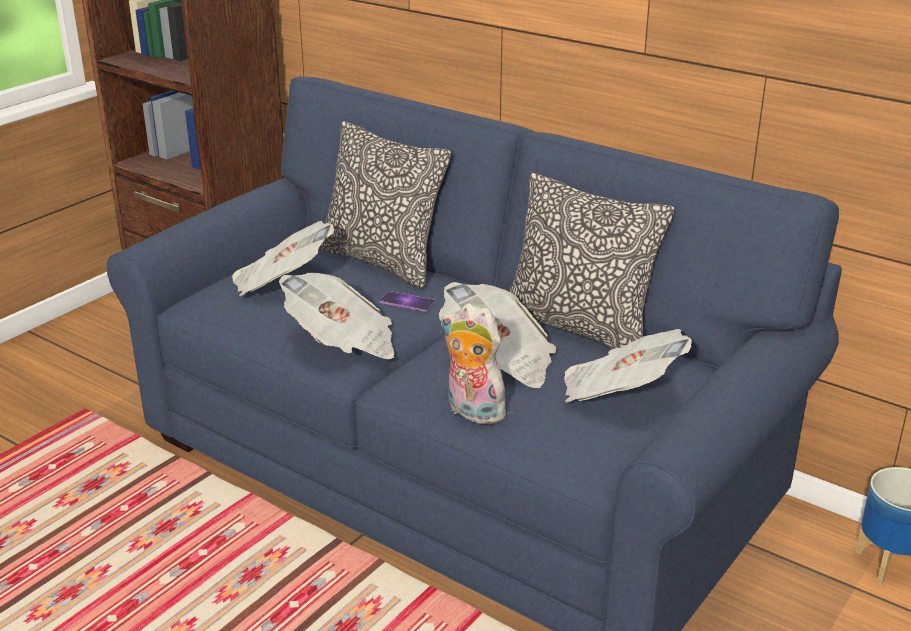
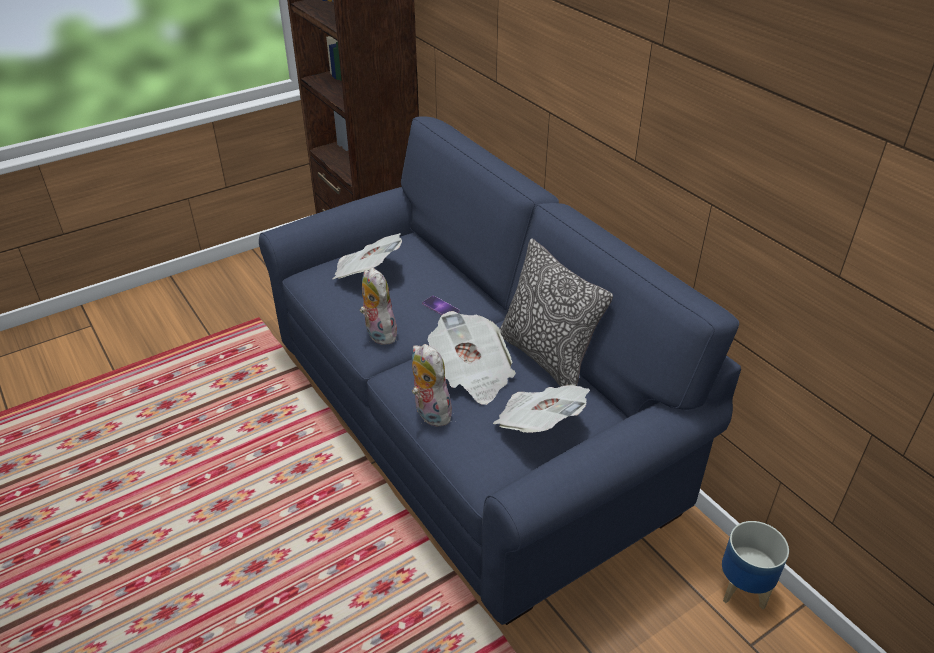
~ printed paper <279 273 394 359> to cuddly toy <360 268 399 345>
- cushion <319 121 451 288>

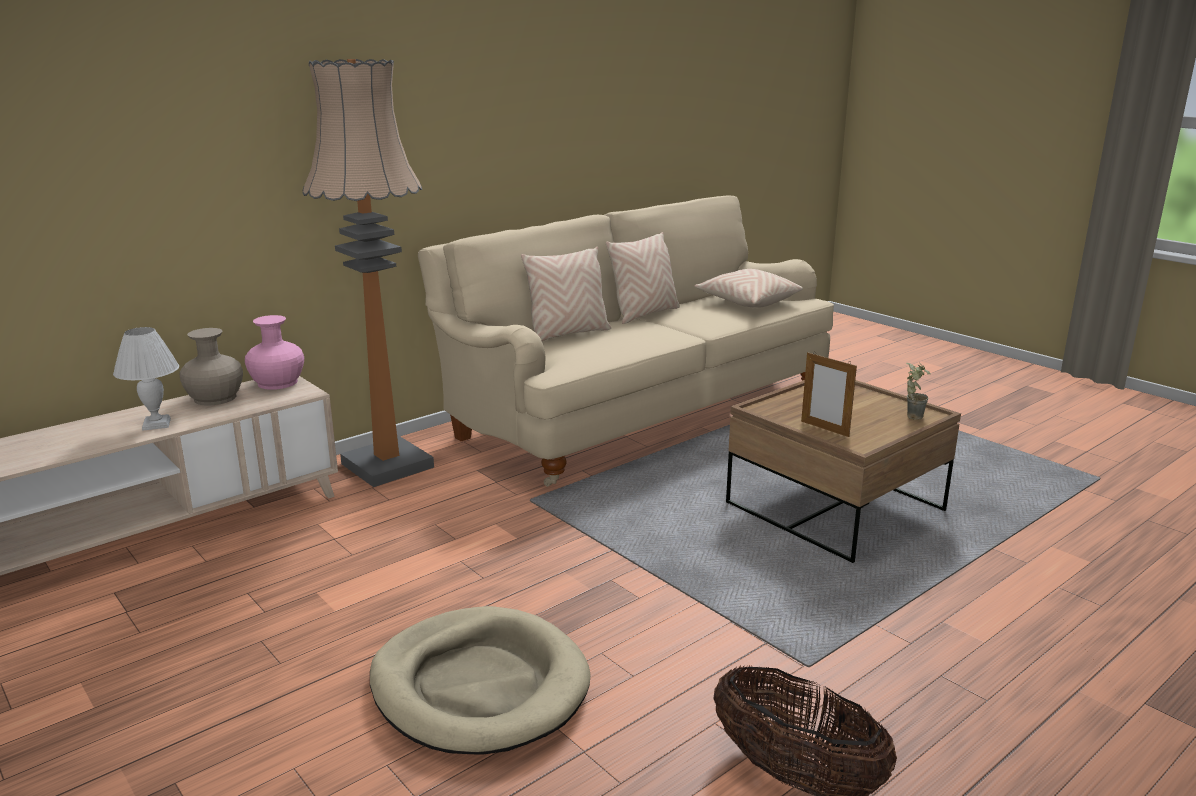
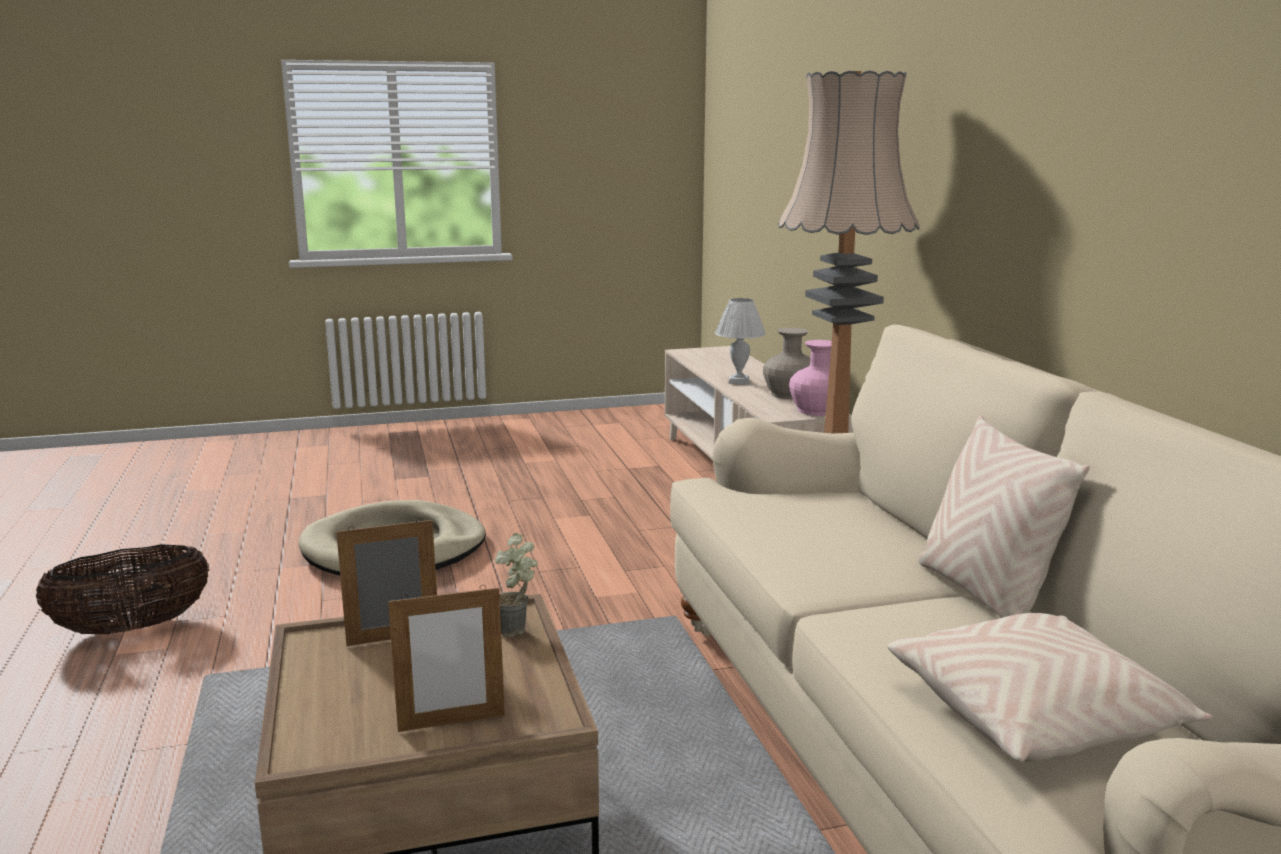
- cushion/beige <521 247 611 341>
~ houseplant <906 363 931 420> to <495 533 538 637>
+ standing frame <388 585 505 732>

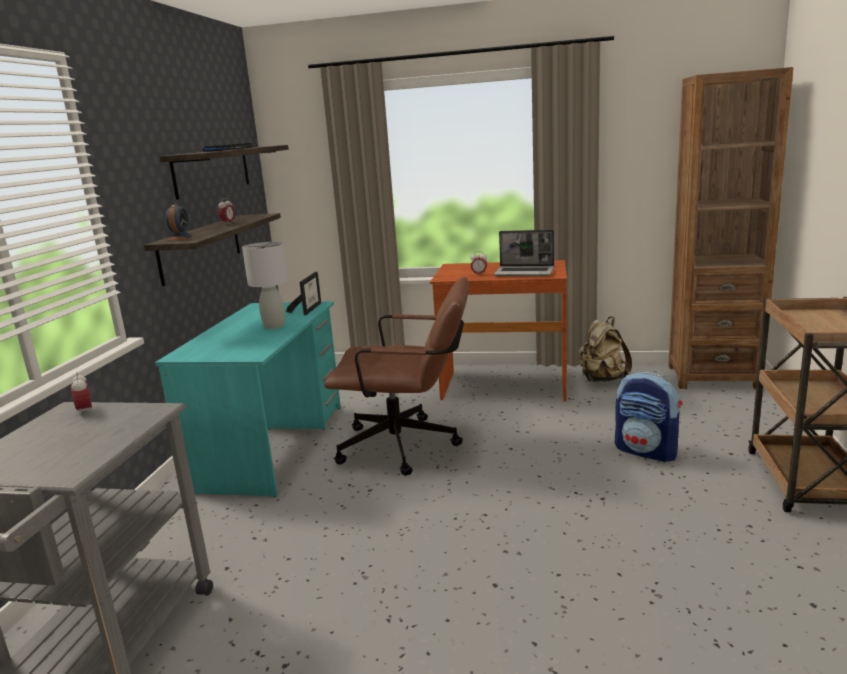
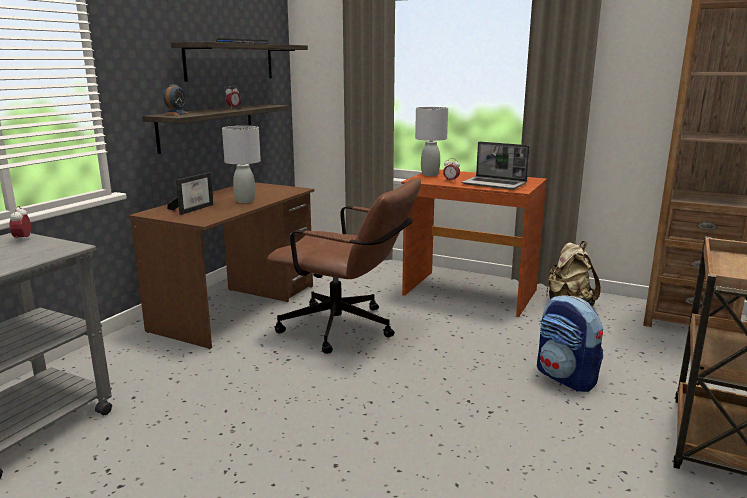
~ desk table/turquoise-coloured <155 301 341 497> to desk table/brownish <128 182 314 349>
~ standing frame <286 272 321 315> to <167 172 214 215>
+ table lamp/greyish <415 107 448 176>

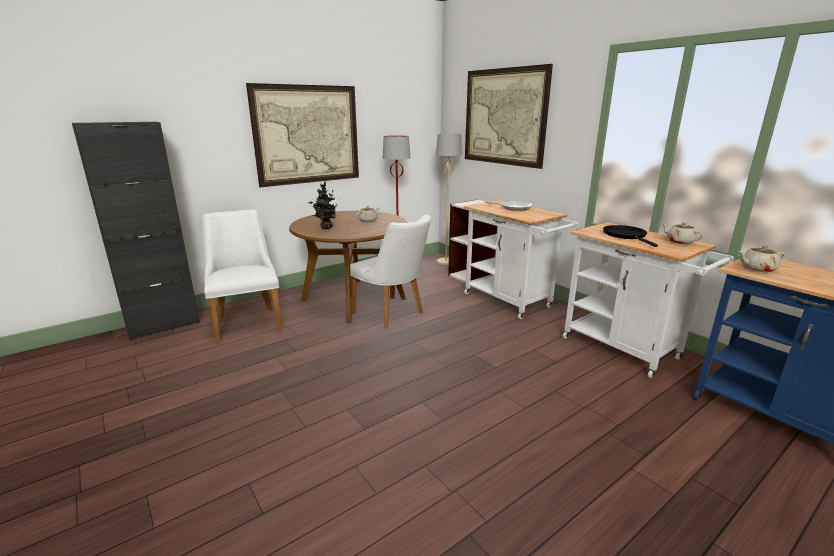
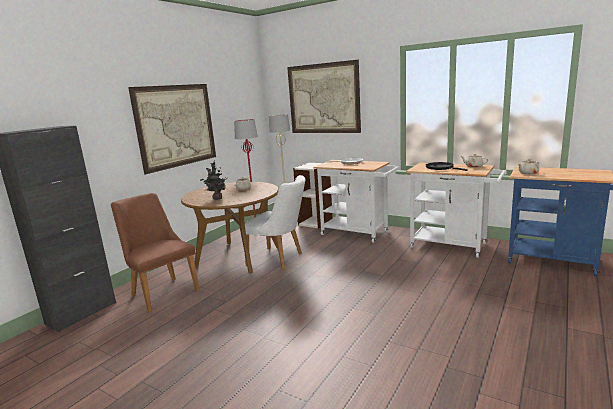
~ plain chair/whitish <202 210 282 342> to plain chair/brownish <111 193 200 312>

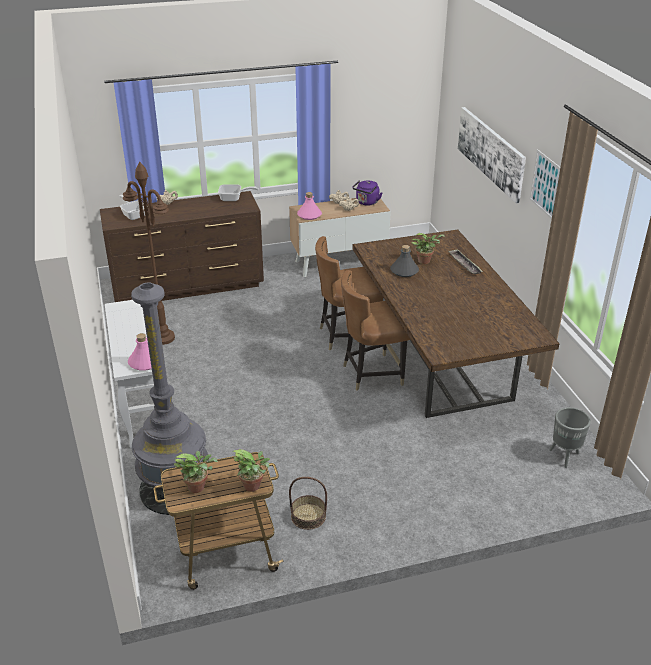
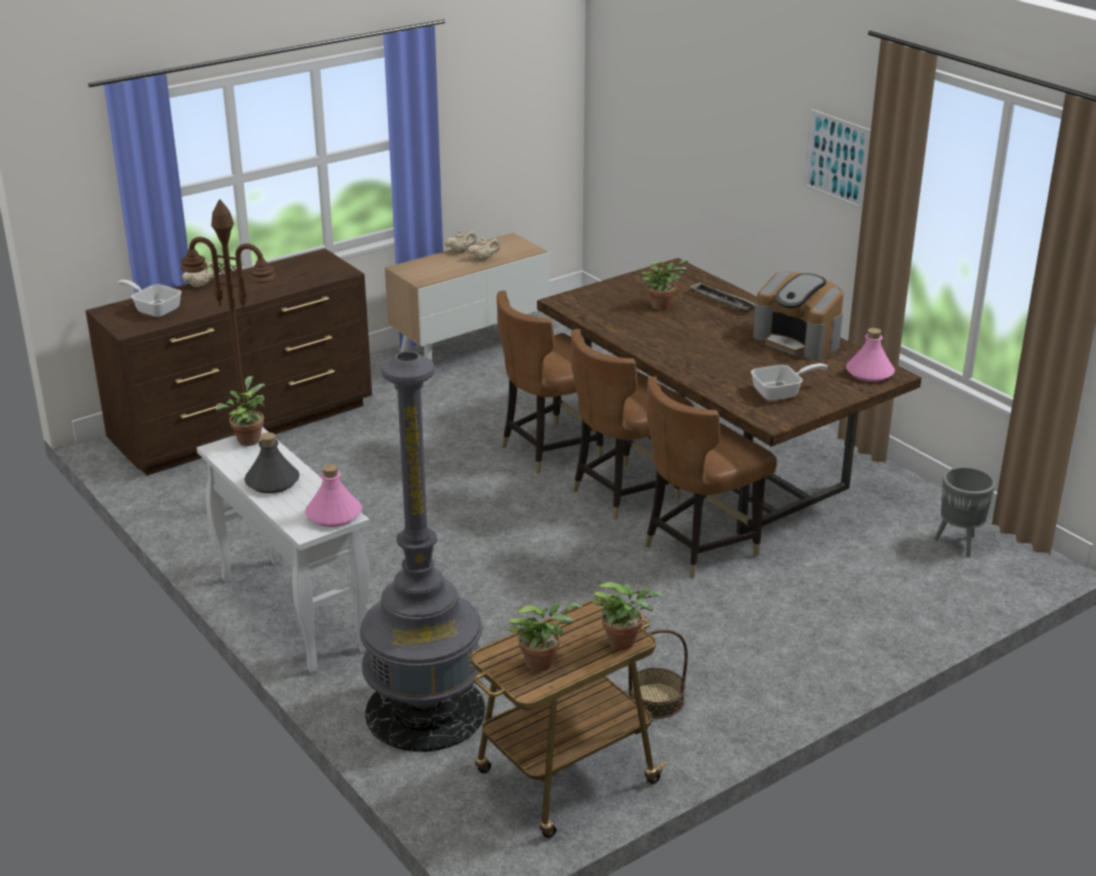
~ pan <218 184 259 201> to <751 363 828 401>
~ beverage bottle/pinkish <297 192 322 220> to <846 328 895 382>
- kettle/purplish <352 180 382 205>
~ beverage bottle/greyish <390 245 419 277> to <244 432 300 493>
- picture <458 107 526 203>
+ houseplant <216 376 265 446>
+ plain chair/brownish <645 376 777 579>
+ coffee brewer <753 272 844 360>

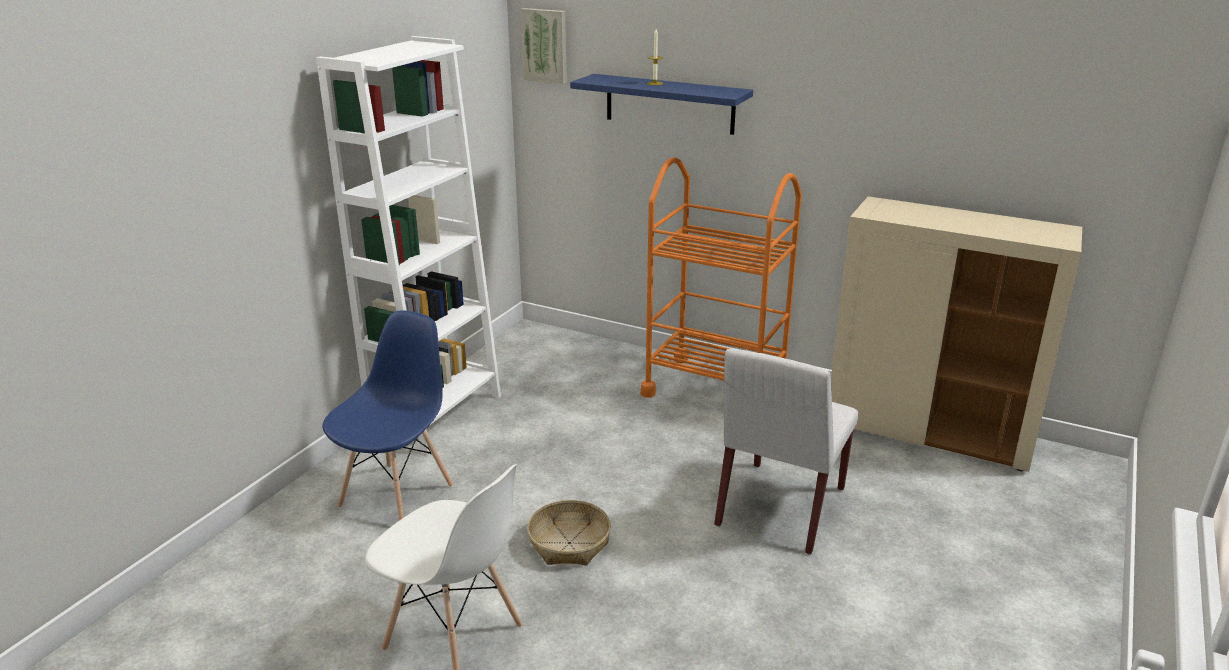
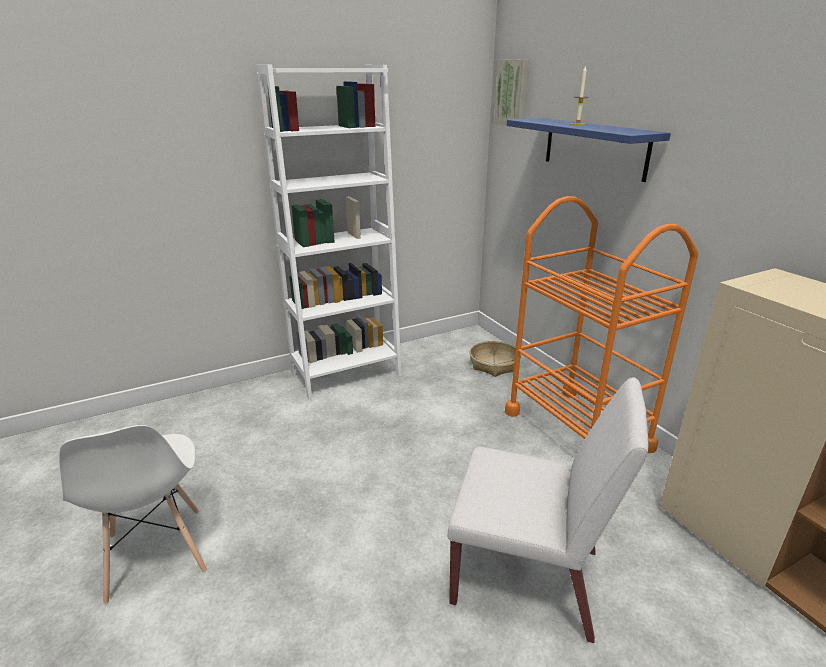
- plain chair/blue-coloured <322 310 454 520>
~ household basket <527 500 611 565> to <470 341 521 377>
~ plain chair/whitish <714 348 858 554> = <447 378 649 643> 135 degrees counterclockwise

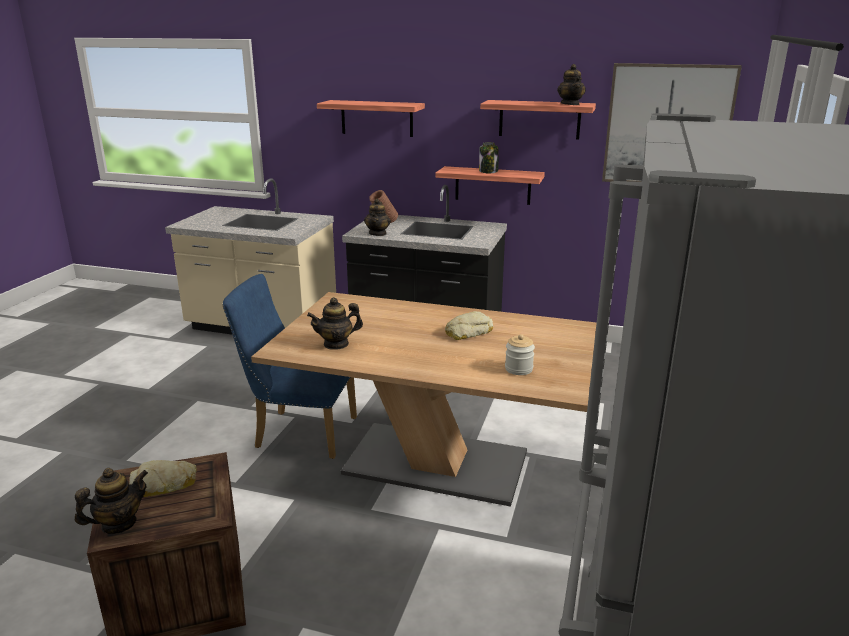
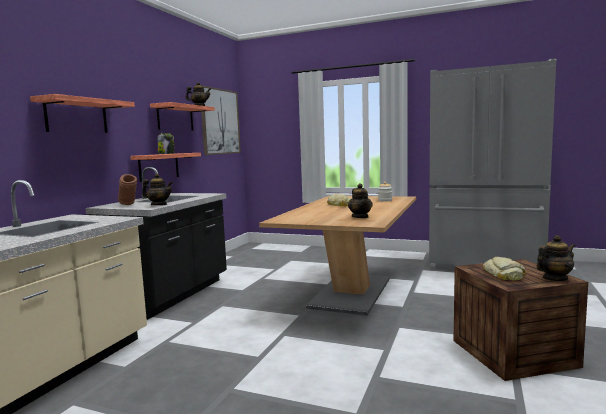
~ tea pot <75 468 148 534> = <537 235 575 281> 105 degrees clockwise
- plain chair/blue-coloured <222 274 357 459>

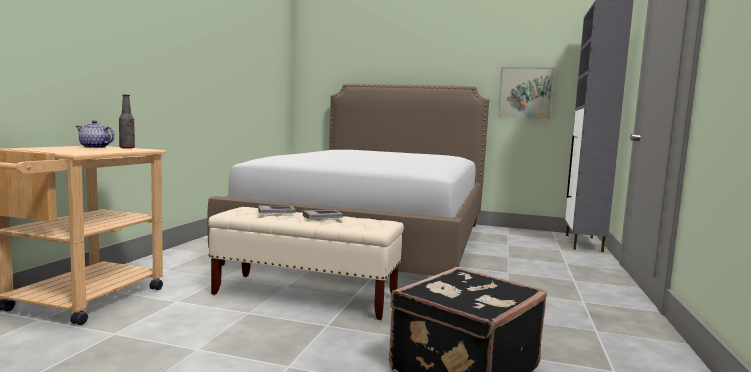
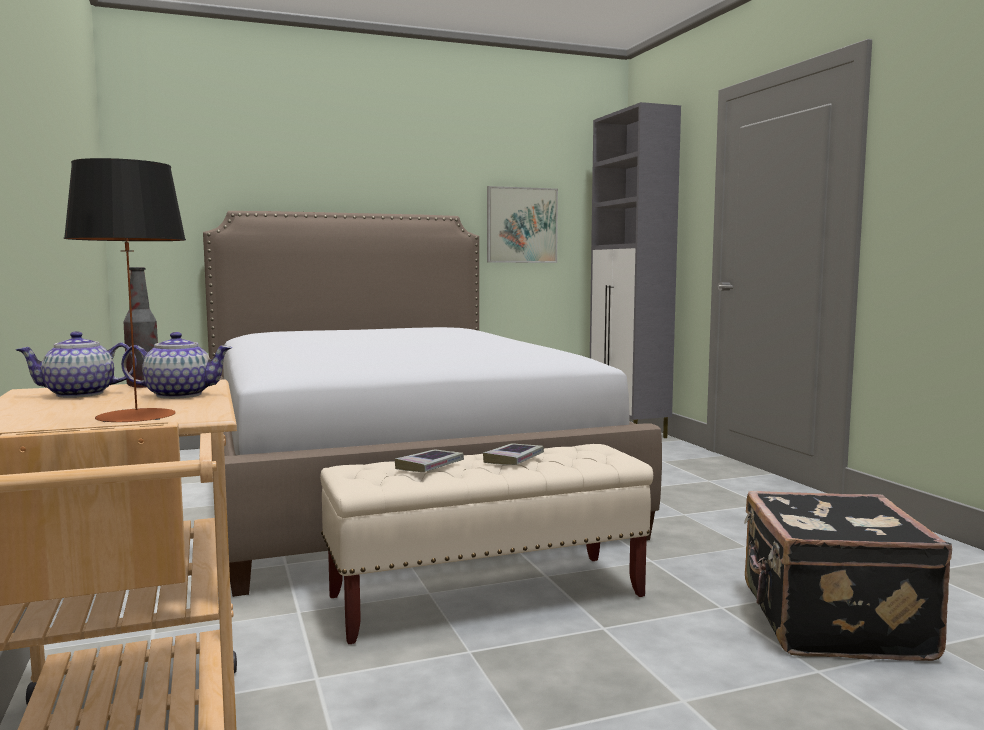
+ table lamp <64 158 186 422>
+ tea pot <121 332 232 399>

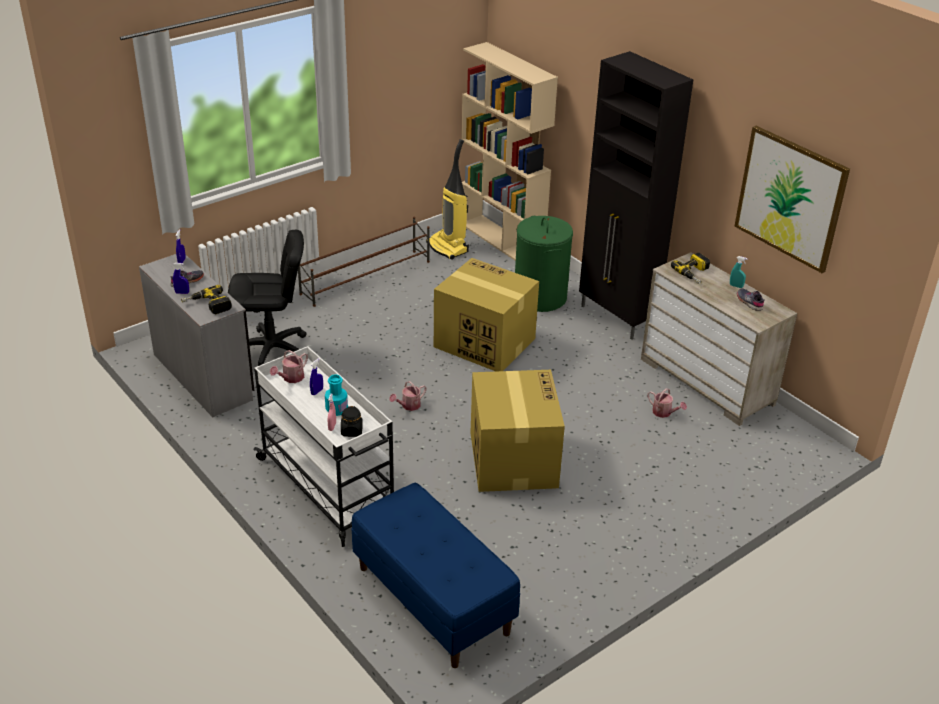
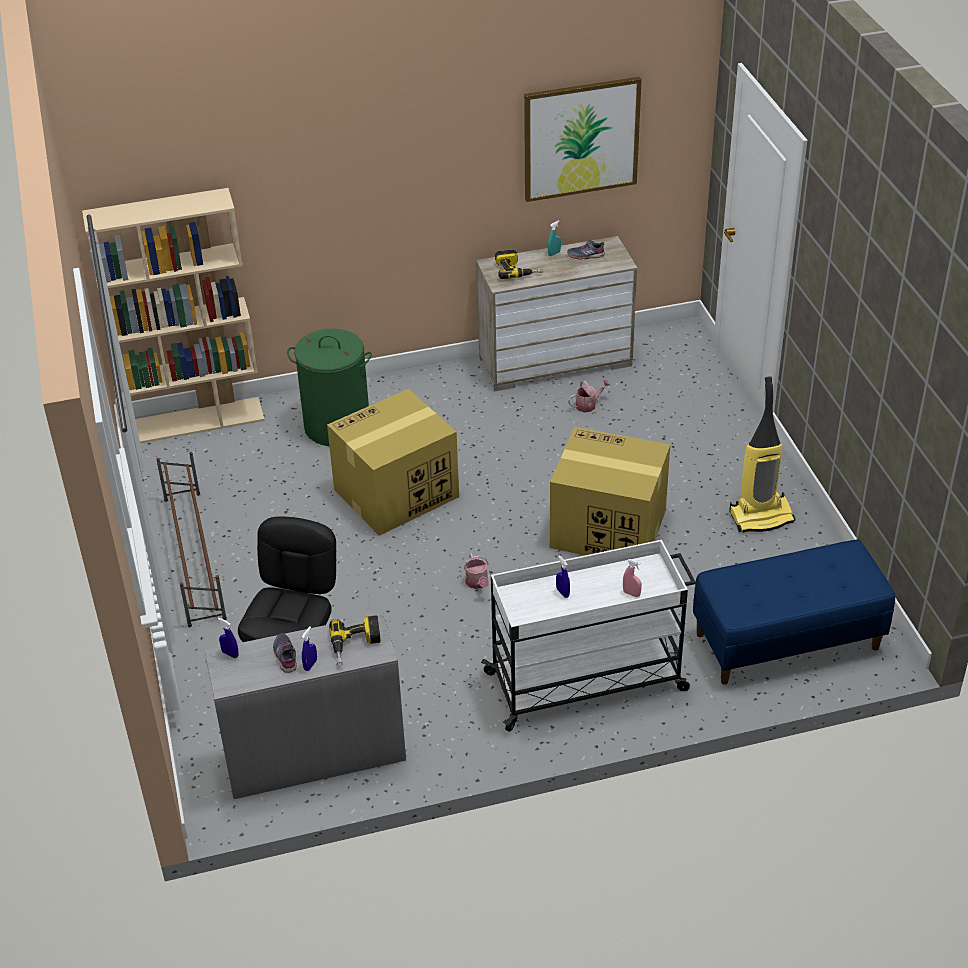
- watering can <270 350 308 383>
- beverage bottle/turquoise-coloured <325 374 348 416>
- jar/blackish <341 406 363 437>
~ hoover <426 139 469 260> to <729 376 795 533>
- cabinet/blackish <579 51 693 340>

